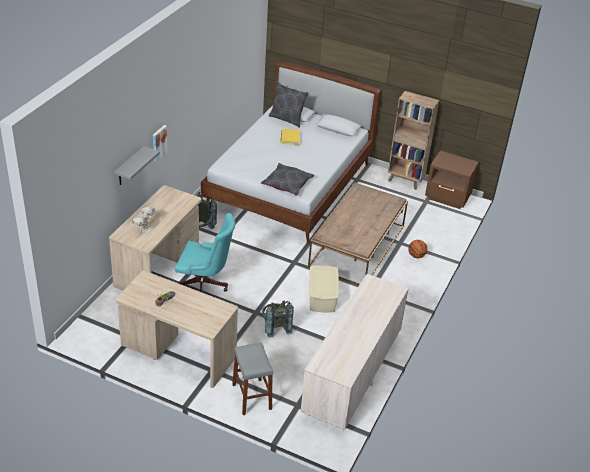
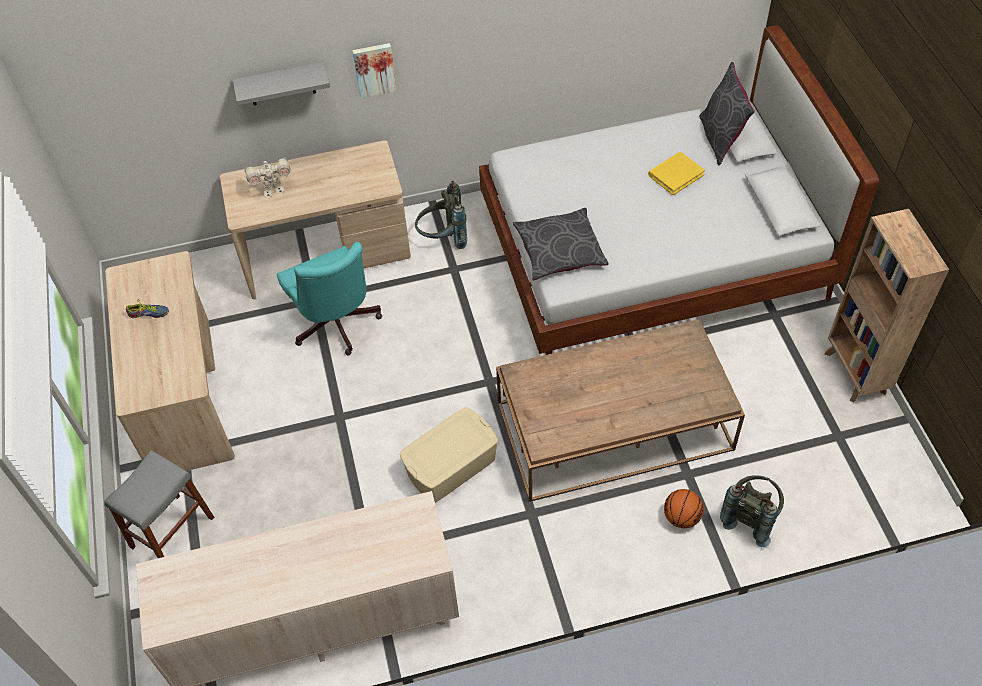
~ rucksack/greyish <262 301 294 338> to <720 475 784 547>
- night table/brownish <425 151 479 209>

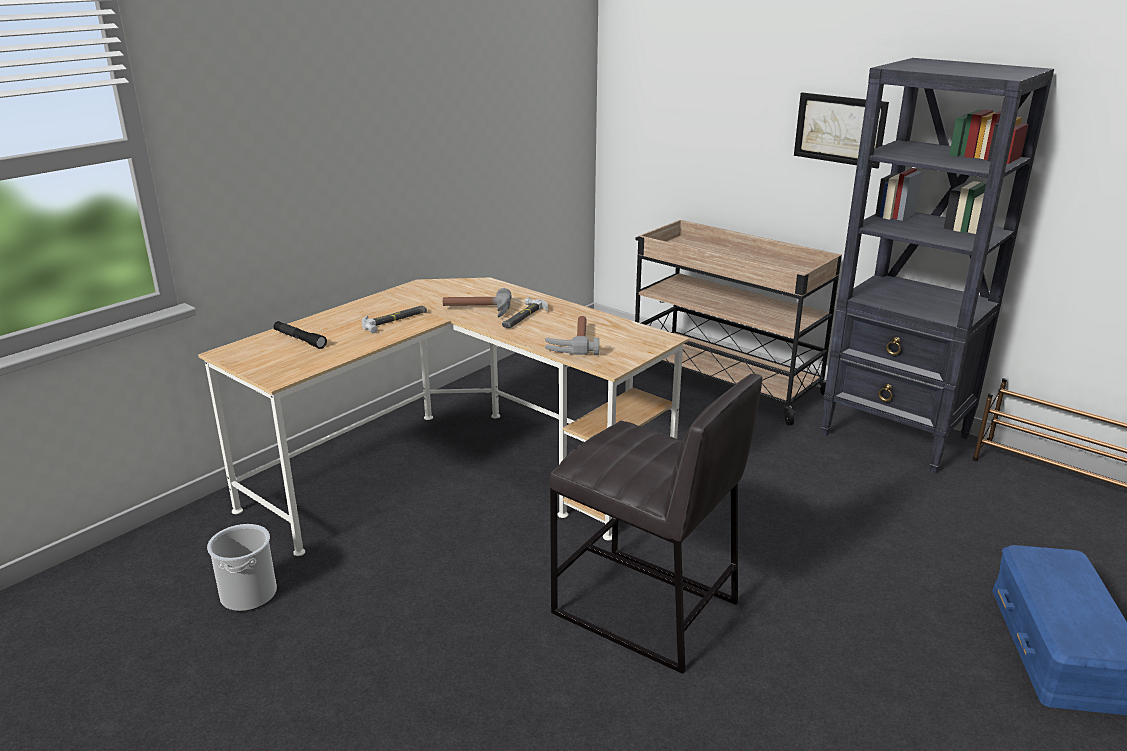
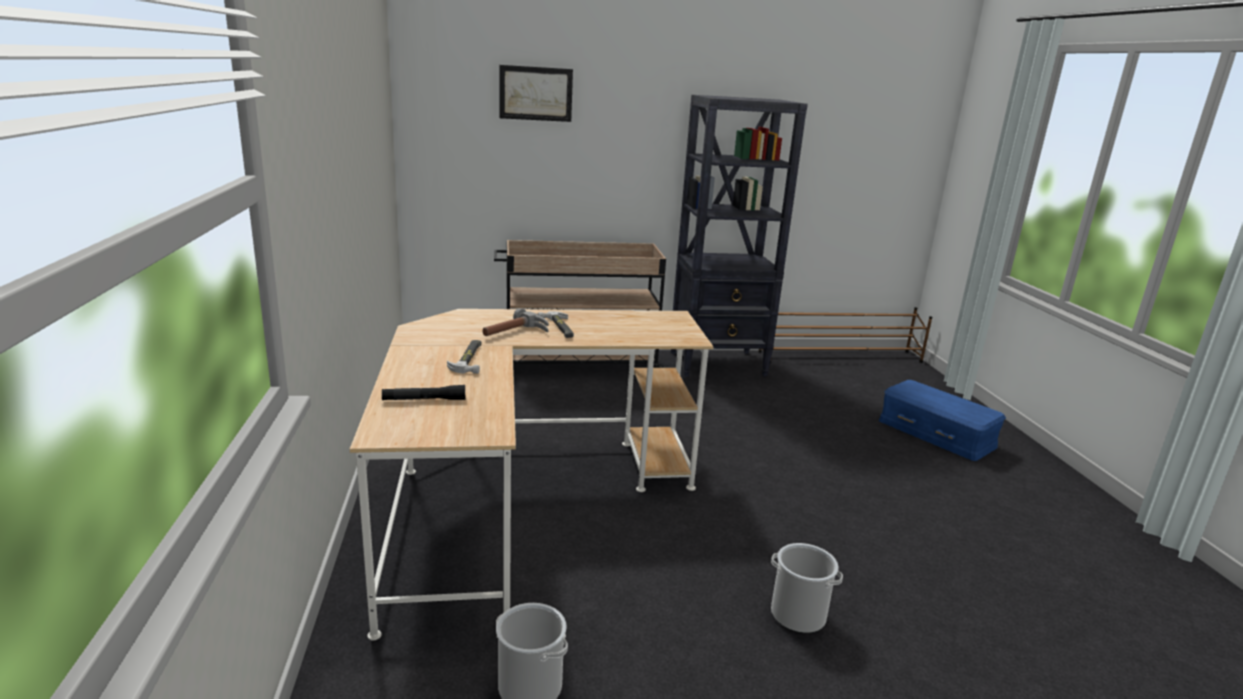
- tool hammer <545 316 599 355>
- stool/greyish <550 374 762 674>
~ picture <794 93 889 169> to <499 65 573 122>
+ bucket <771 543 843 633>

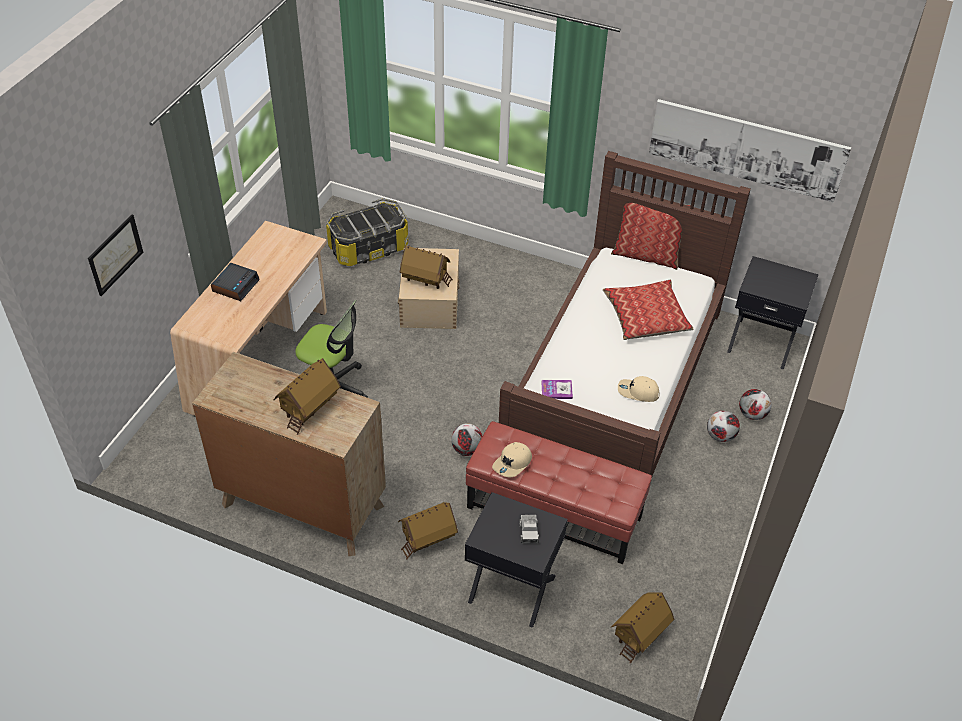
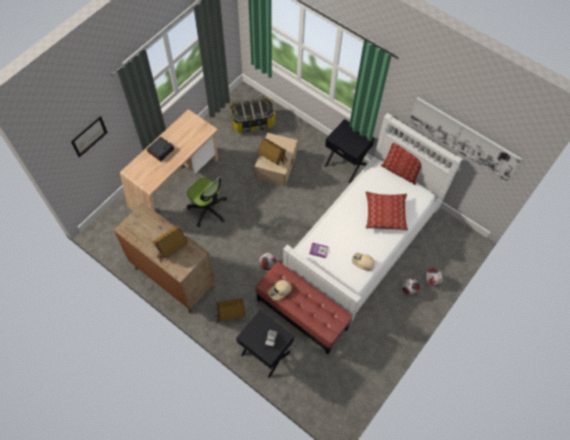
~ sleeping bed/brownish <499 151 751 476> to sleeping bed/whitish <283 113 462 323>
- model house <611 593 674 664>
~ night table/blackish <727 256 818 370> to <325 119 375 183>

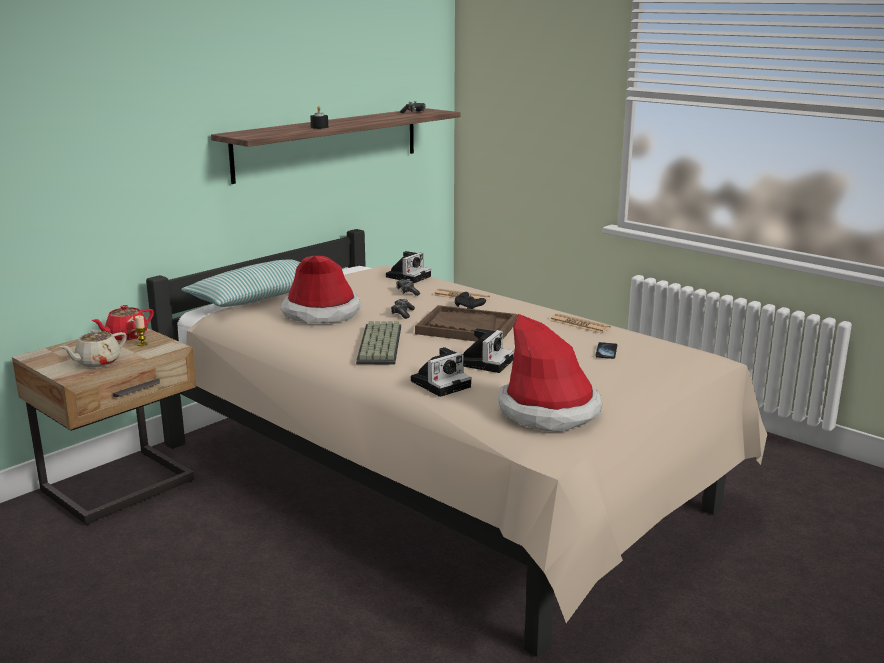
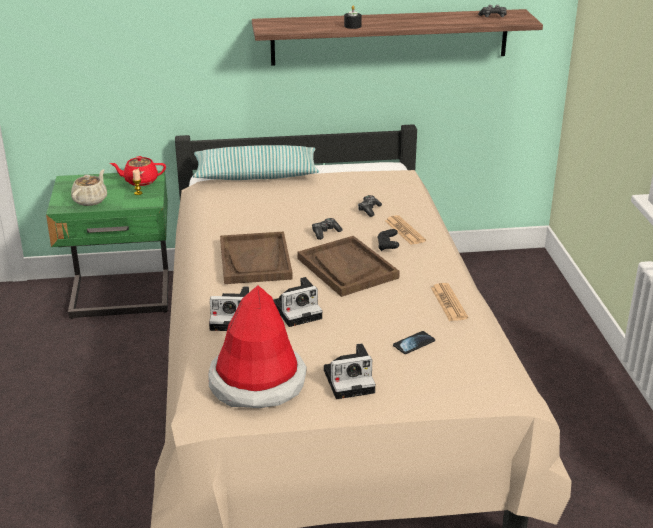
~ night table/beige <12 328 196 525> to night table/greenish <46 171 169 319>
~ tea pot/beige <60 329 127 367> = <71 169 107 206> 120 degrees clockwise
- hat <281 256 361 323>
~ computer keyboard <356 321 401 364> to carrying tray/brownish <220 231 293 284>
~ still camera <386 251 431 283> to <324 343 376 399>

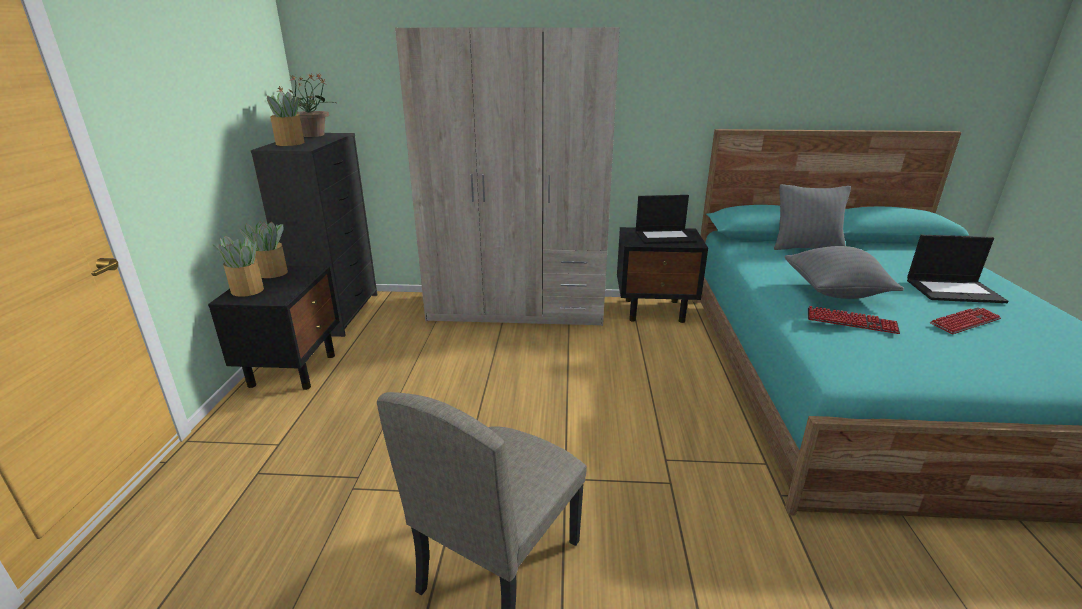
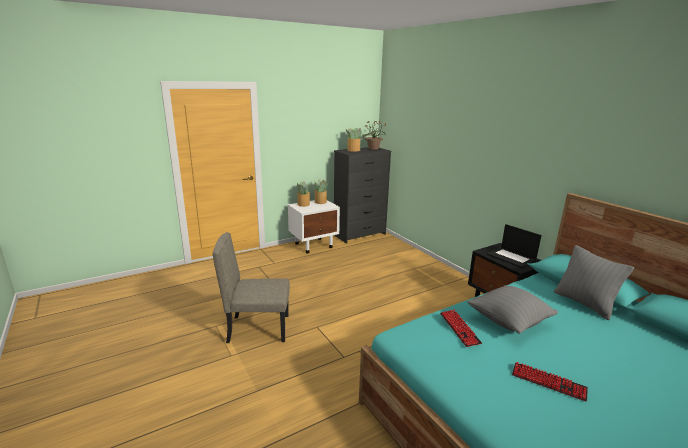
~ night table/blackish <208 266 340 390> to night table/whitish <288 200 340 253>
- armoire/beige <395 27 620 326>
- notebook computer <907 235 1008 303>

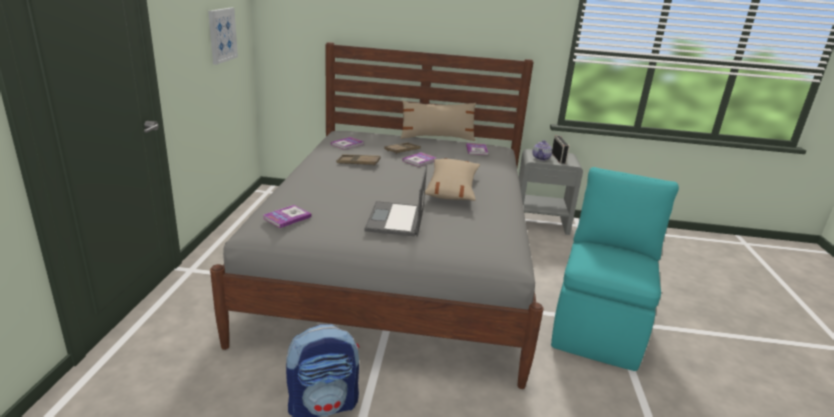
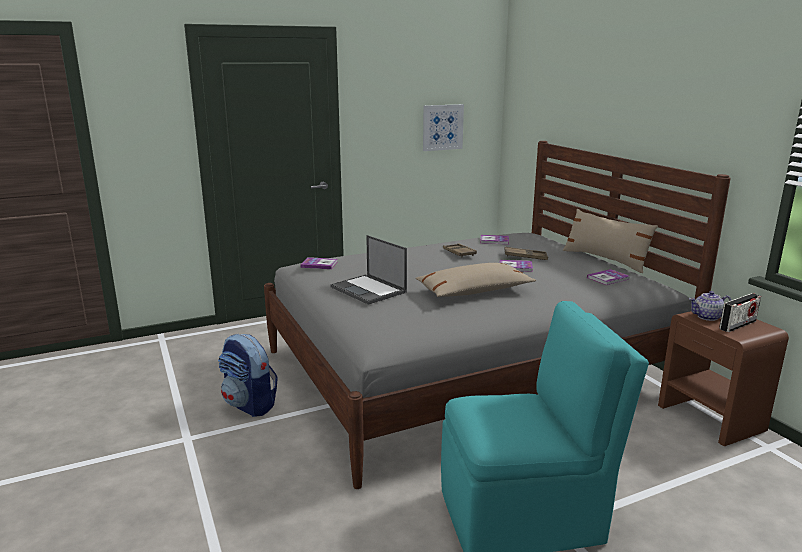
~ notebook computer <364 166 427 237> = <330 235 407 305> 105 degrees counterclockwise
~ night table/greyish <519 149 583 235> to night table/brownish <658 311 789 446>

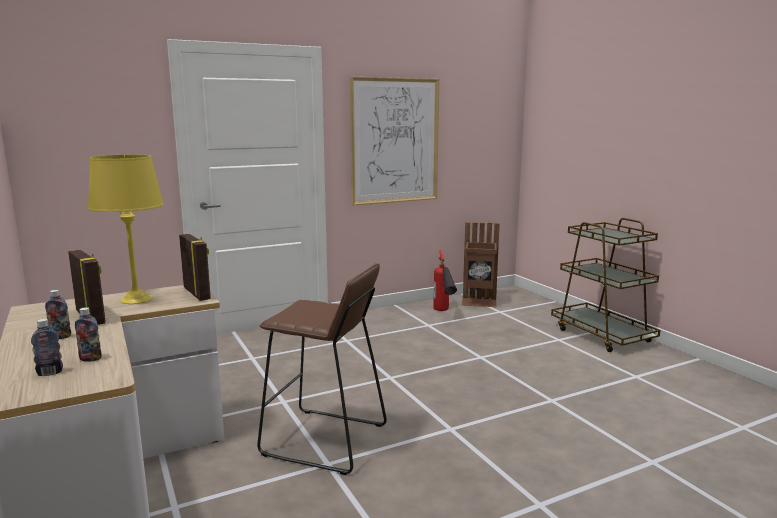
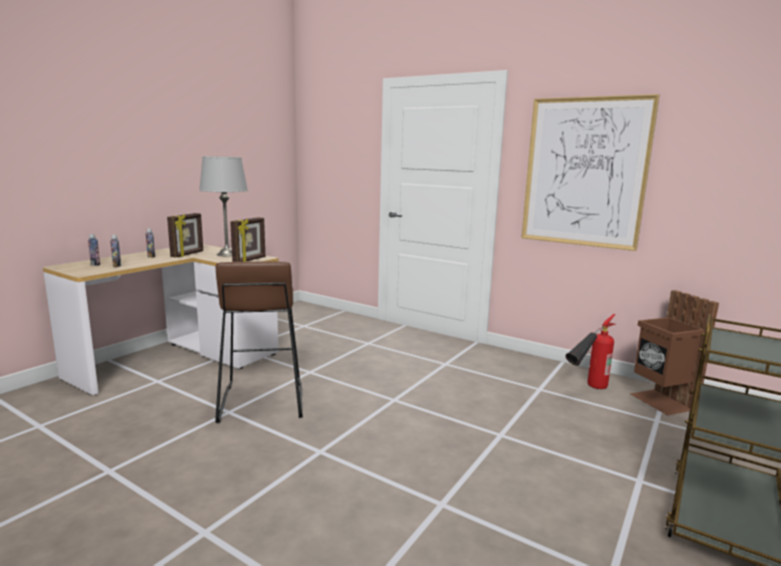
~ table lamp/yellow <88 155 164 304> to table lamp/greyish <199 156 248 256>

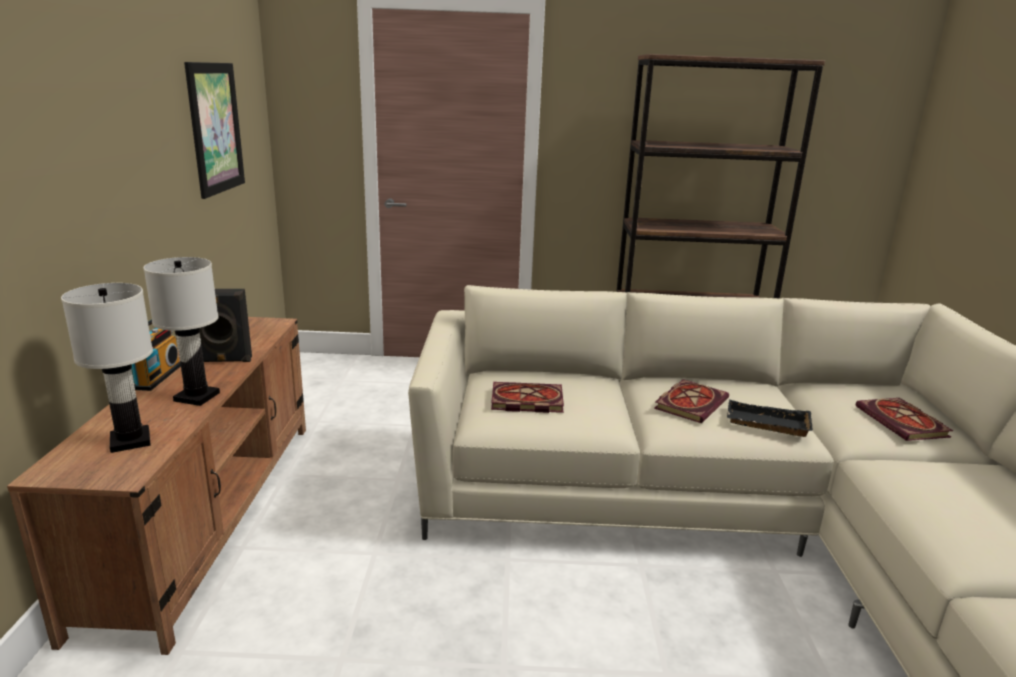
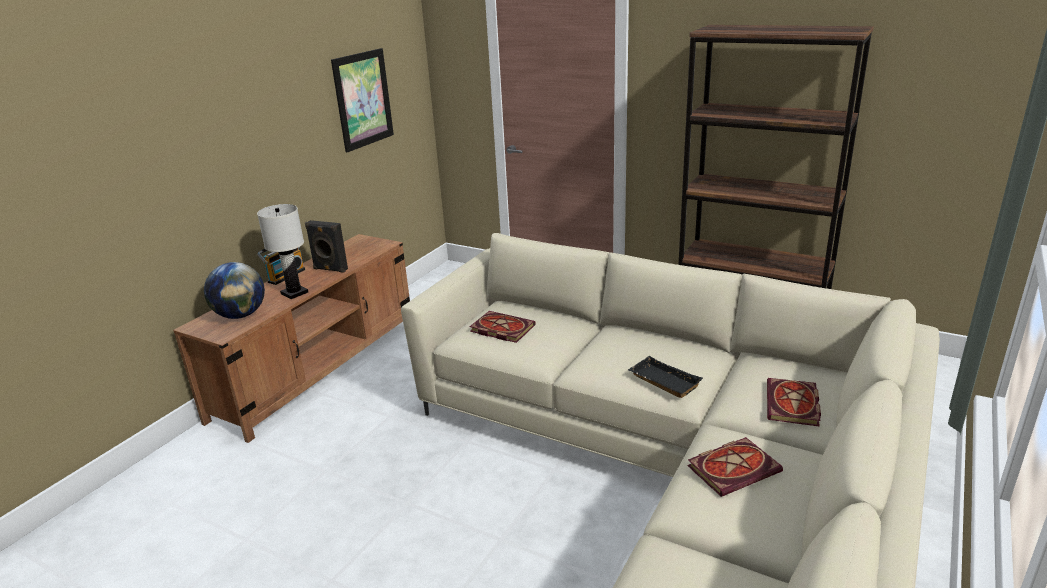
~ table lamp/whitish <61 283 153 453> to globe <204 262 265 319>
~ volume <654 379 729 423> to <687 437 783 497>

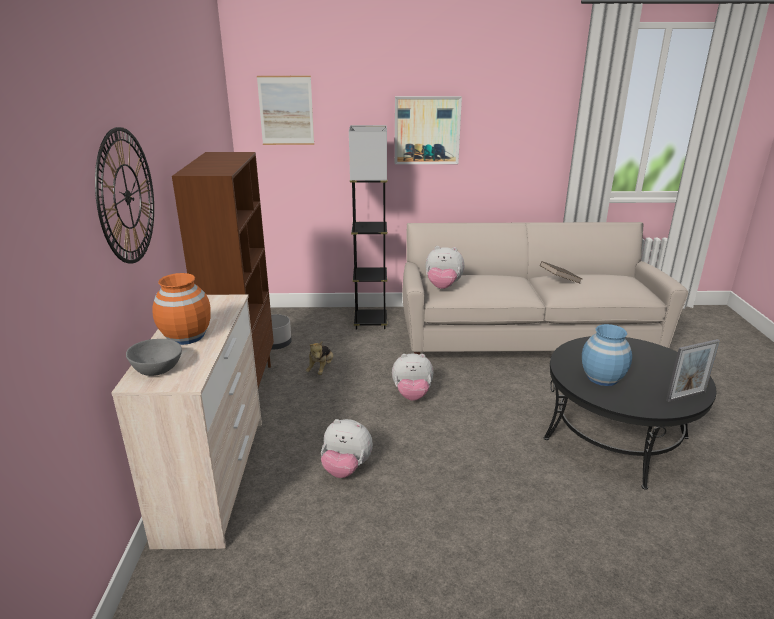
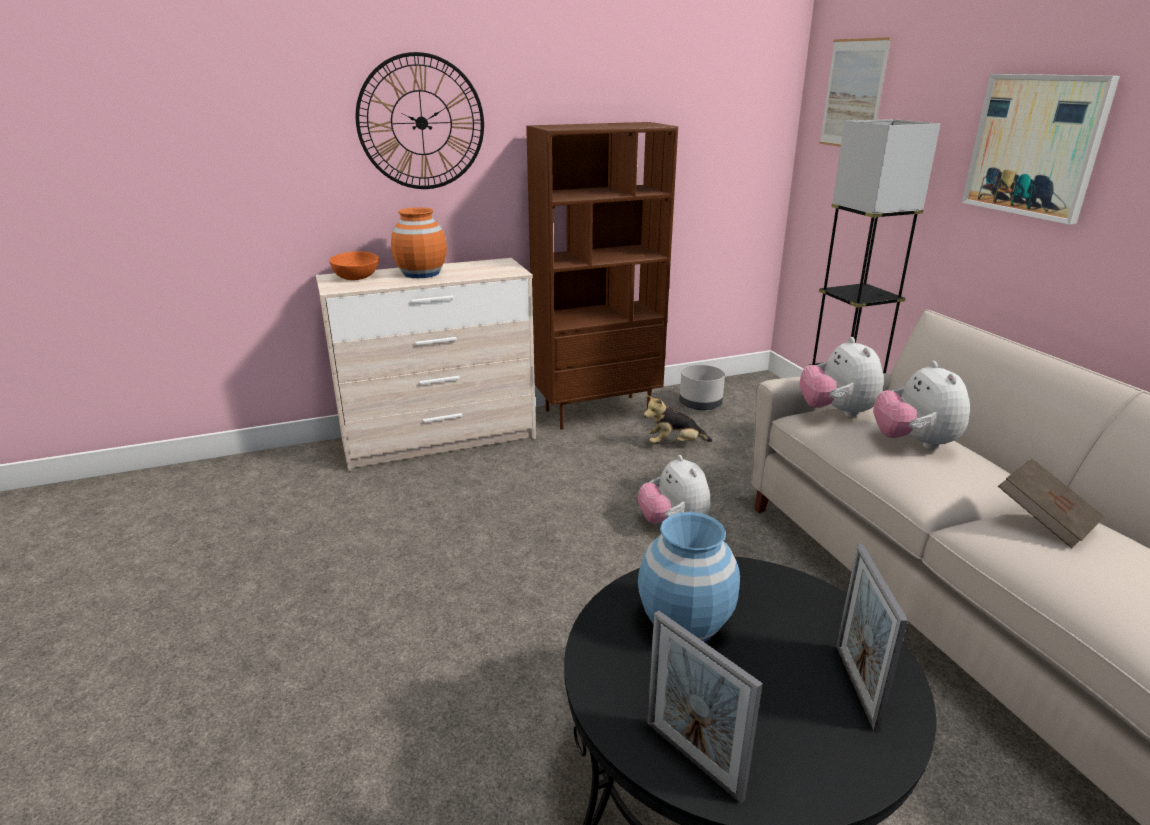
~ bowl/greyish <126 339 182 376> to bowl/orange-coloured <329 251 379 280>
~ cuddly toy <321 419 373 478> to <873 361 970 450>
+ standing frame <836 544 908 731>

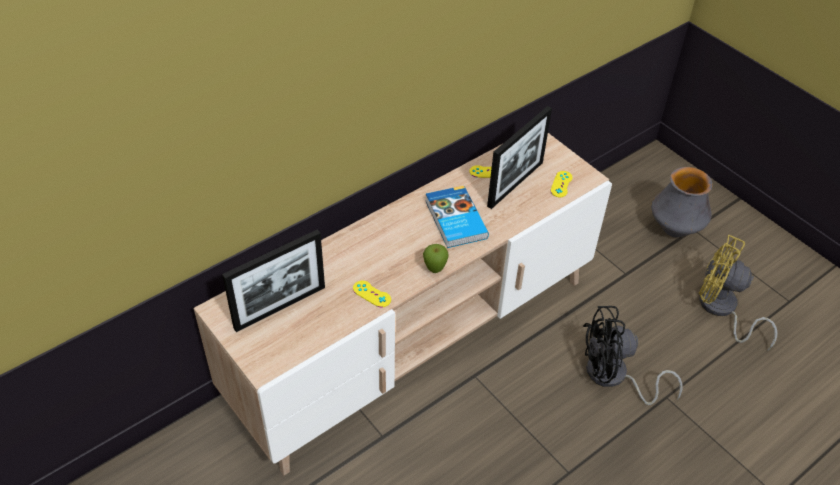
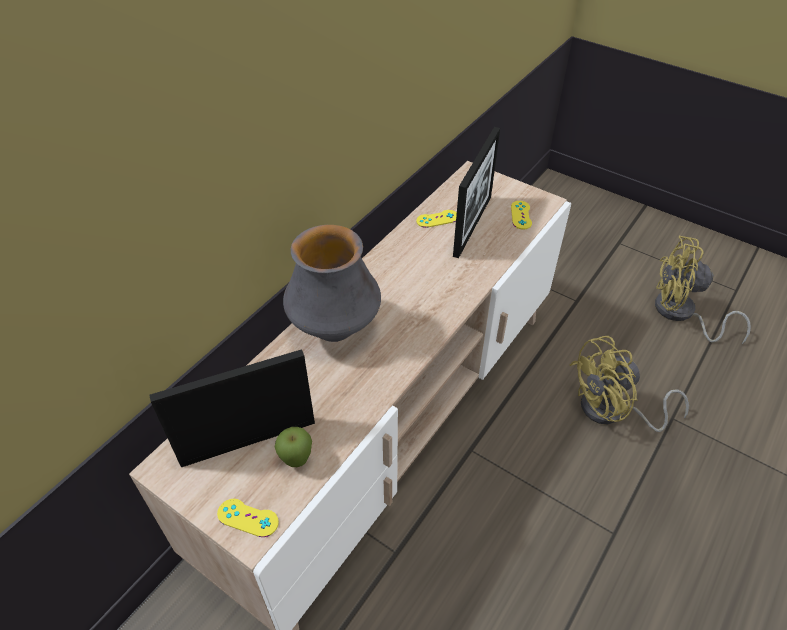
~ standing frame <222 230 325 332> = <150 349 315 467> 150 degrees counterclockwise
~ joypad/yellow <353 281 391 307> to <217 499 279 537>
~ apple fruit <423 244 449 273> to <275 427 312 467>
- volume <425 186 489 248>
~ electric fan/blackish <583 306 682 405> to electric fan/yellow <570 336 689 432>
~ decorative vase <651 167 713 238> to <283 225 381 342>

